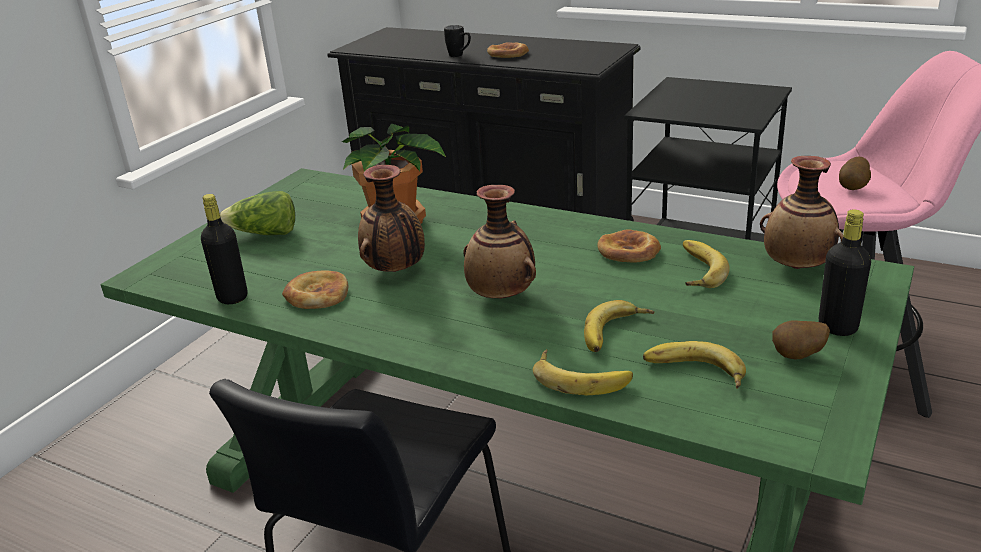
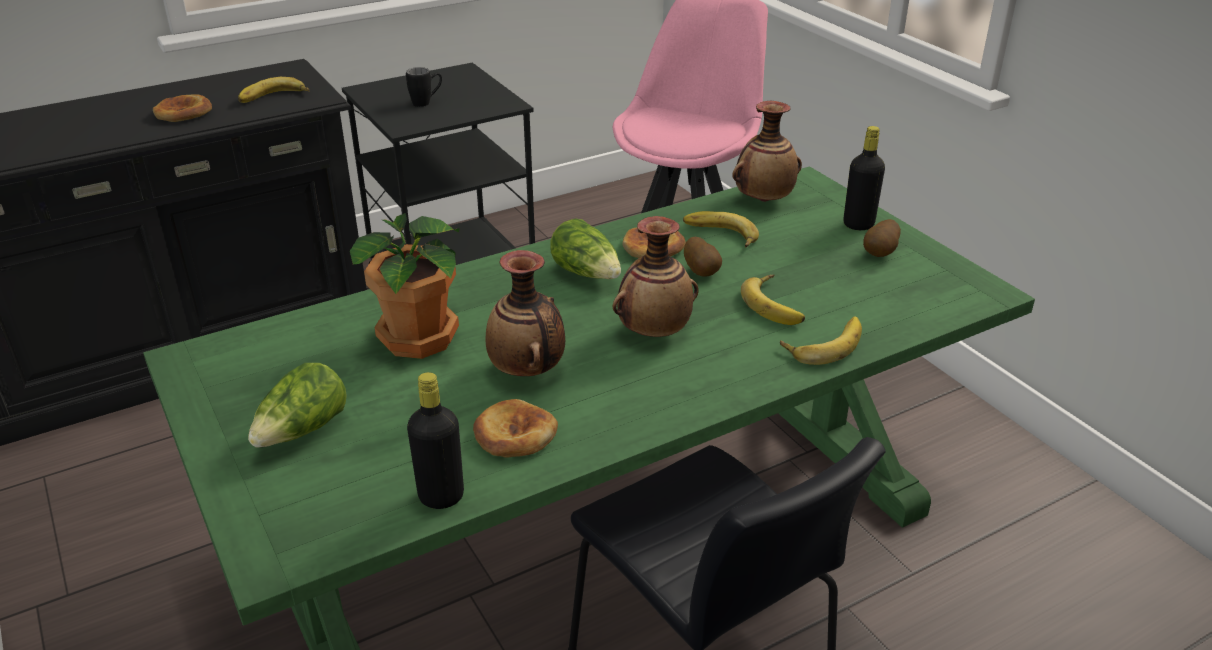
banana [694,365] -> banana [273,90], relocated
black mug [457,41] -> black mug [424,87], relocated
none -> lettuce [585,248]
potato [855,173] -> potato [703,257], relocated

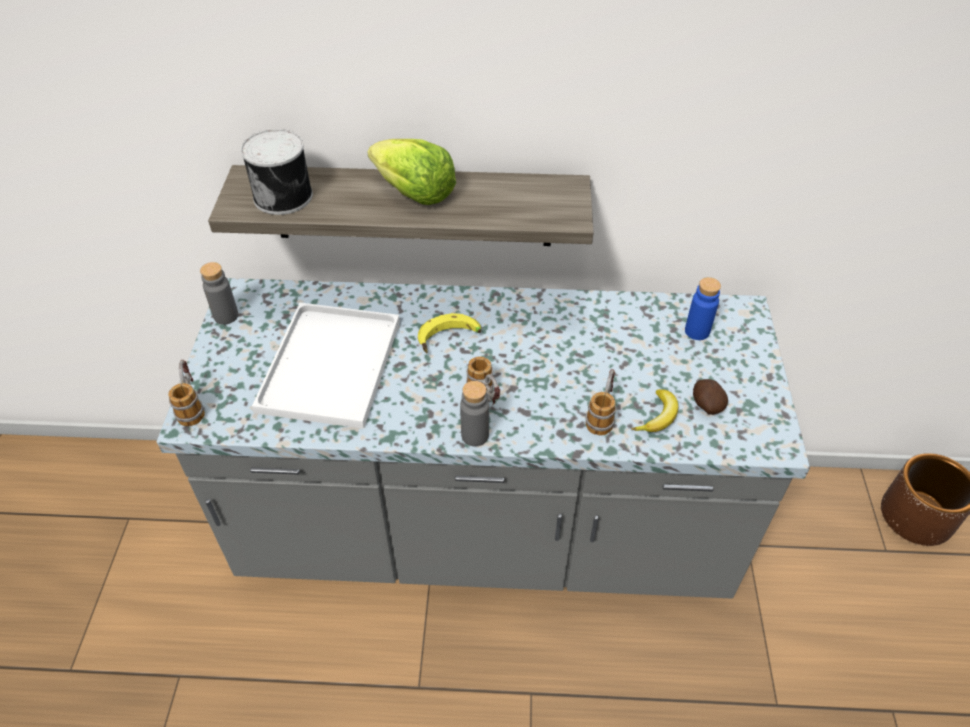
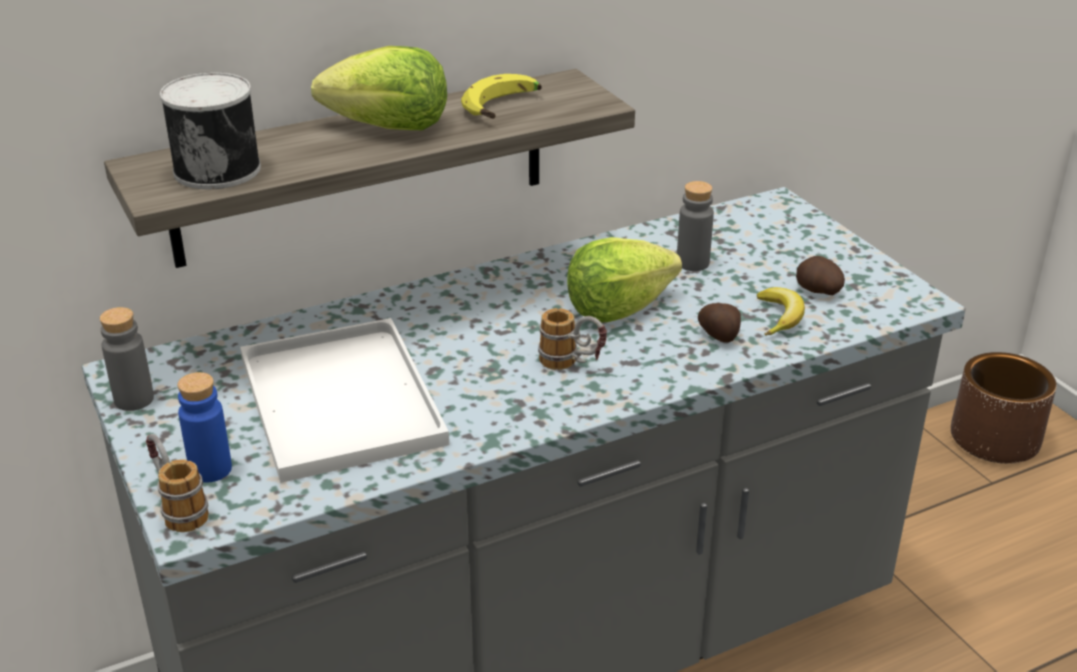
blue bottle [703,308] -> blue bottle [204,427], relocated
banana [449,333] -> banana [501,96], relocated
none -> lettuce [624,279]
grey bottle [474,413] -> grey bottle [695,226], relocated
mug [600,402] -> potato [719,322]

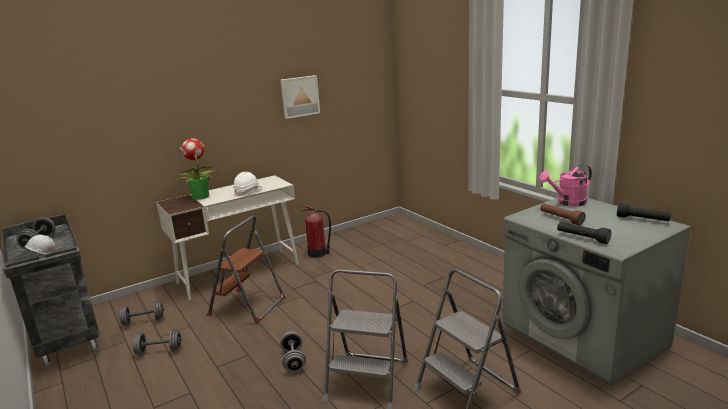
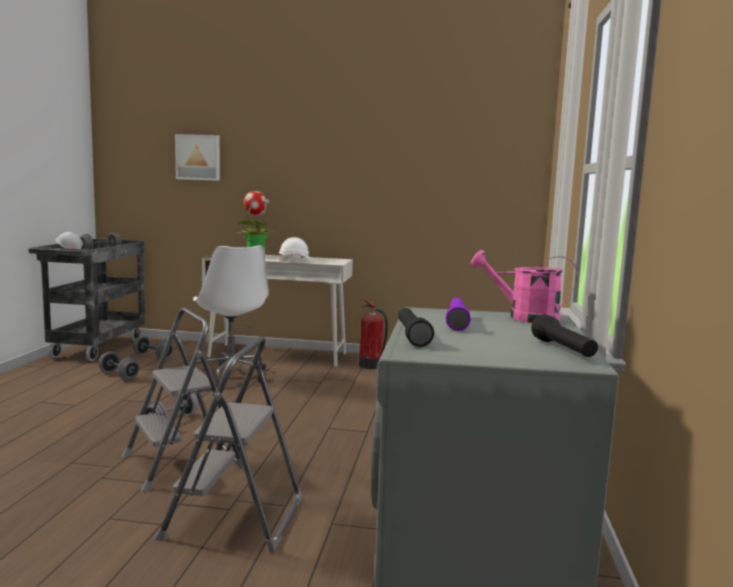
picture [300,97] -> picture [197,157], relocated
brown step ladder [245,269] -> white office chair [231,316]
brown flashlight [563,214] -> purple flashlight [458,314]

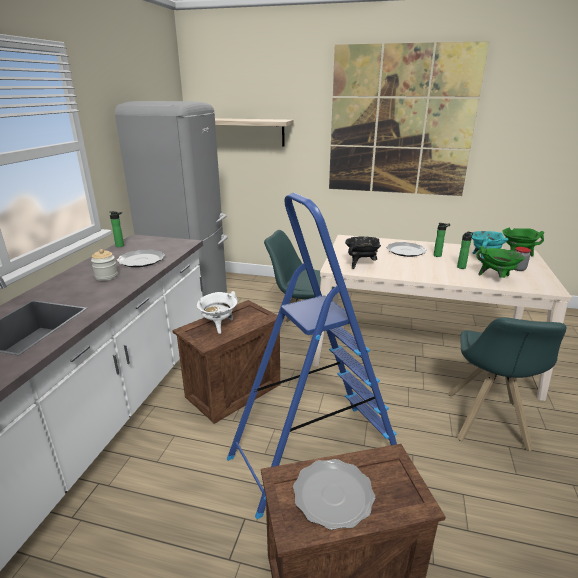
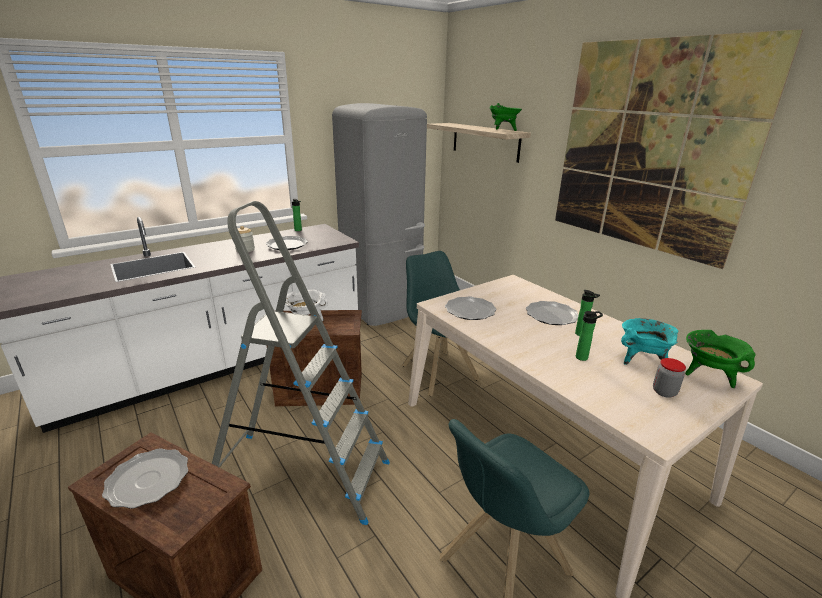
blue step ladder [312,356] -> grey step ladder [301,363]
black cooking pot [363,252] -> plate [471,308]
green cooking pot [500,262] -> green cooking pot [505,117], relocated

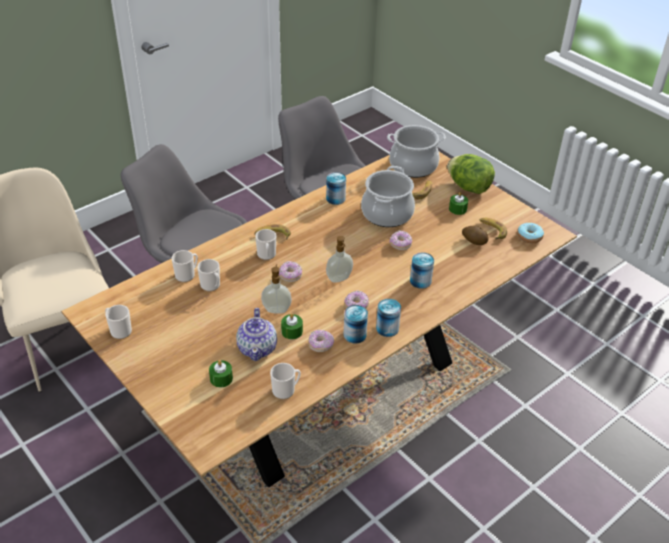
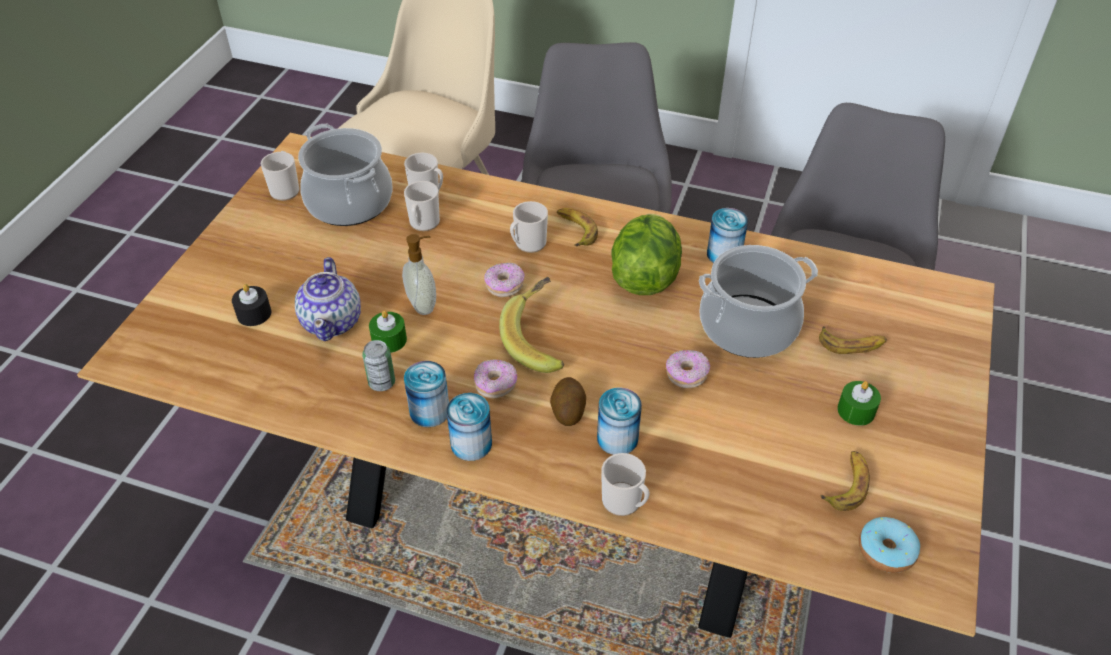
green candle [221,373] -> black candle [251,305]
teapot [256,334] -> teapot [328,299], 60 degrees counterclockwise
cooking pot [416,151] -> cooking pot [345,175], relocated
donut [321,341] -> can [378,365]
soap dispenser [339,259] -> banana [531,325]
potato [475,235] -> potato [568,401], relocated
mug [285,381] -> mug [625,484], relocated
lettuce [471,174] -> lettuce [647,254], relocated

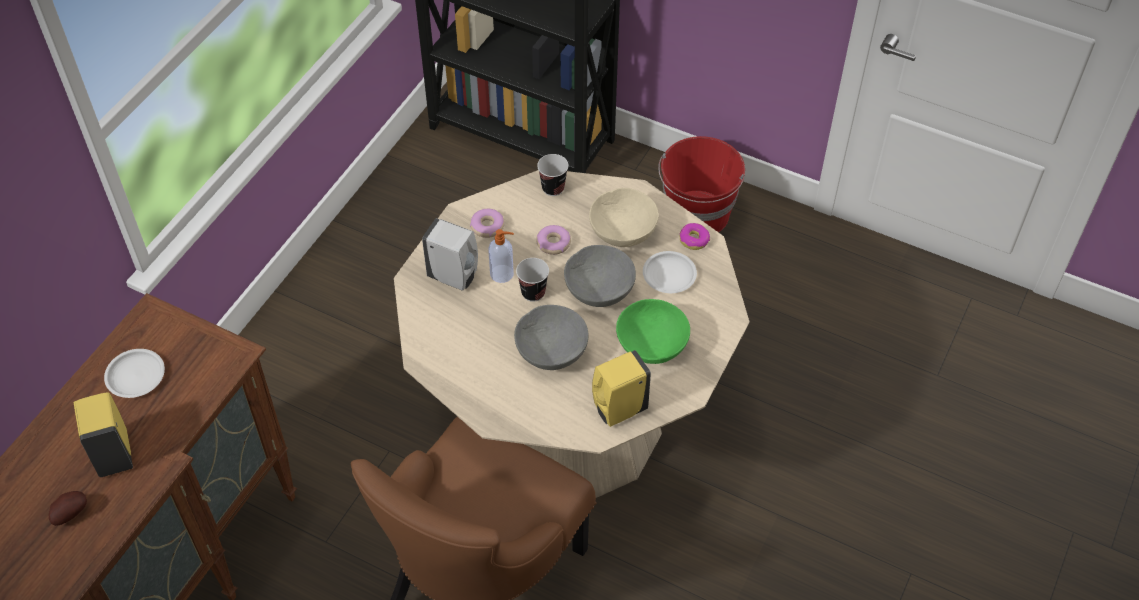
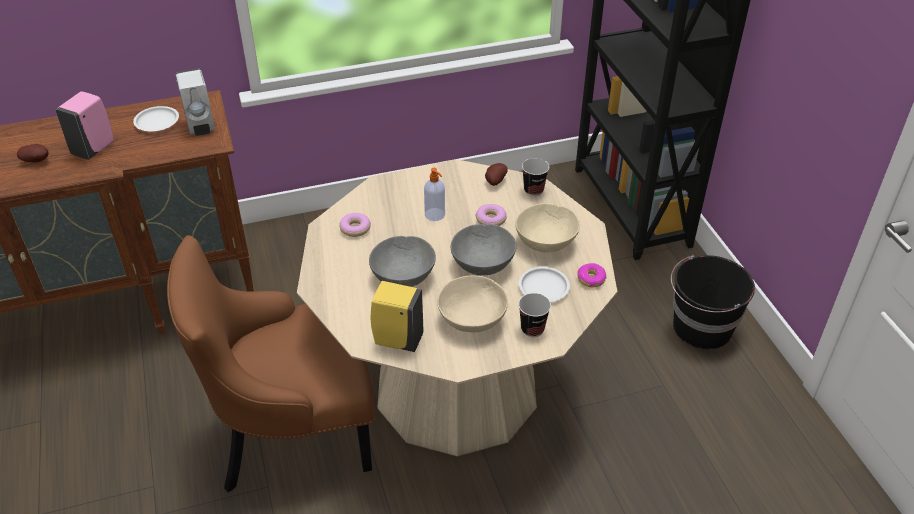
yellow soap dispenser [103,434] -> pink soap dispenser [84,125]
white soap dispenser [450,254] -> white soap dispenser [195,102], relocated
donut [487,223] -> donut [355,225], relocated
green bowl [653,331] -> beige bowl [472,304]
none -> potato [496,174]
cup [532,280] -> cup [534,315], relocated
red bucket [701,184] -> black bucket [713,302]

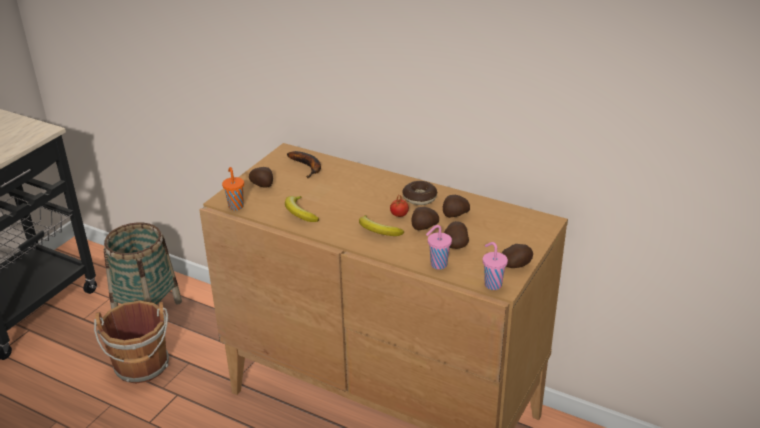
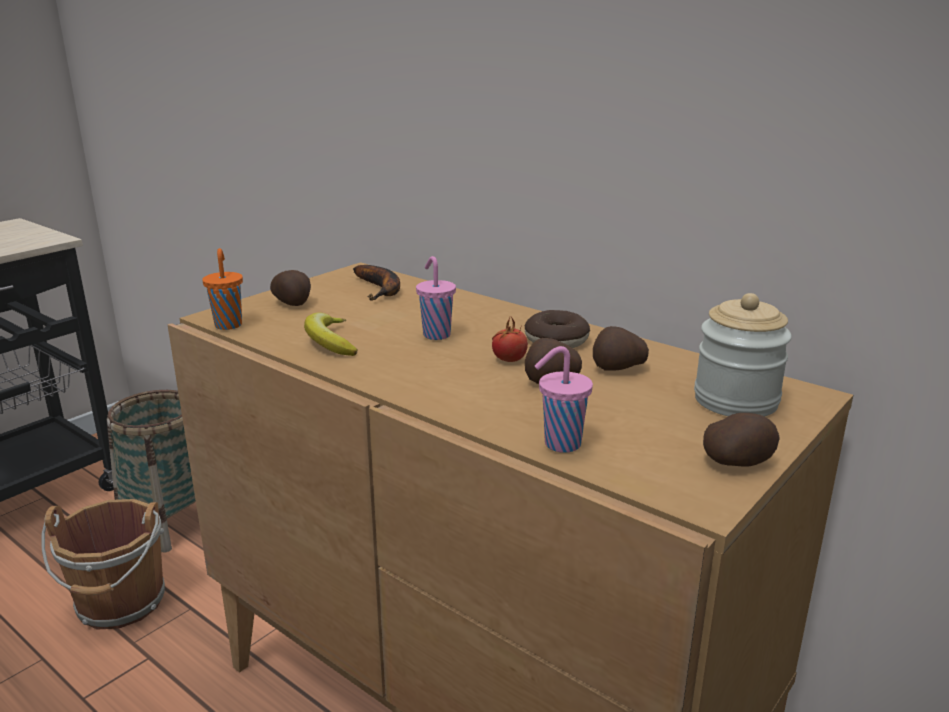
pink cup [495,266] -> pink cup [436,298], relocated
none -> jar [743,355]
banana [381,225] -> none
potato [456,235] -> none

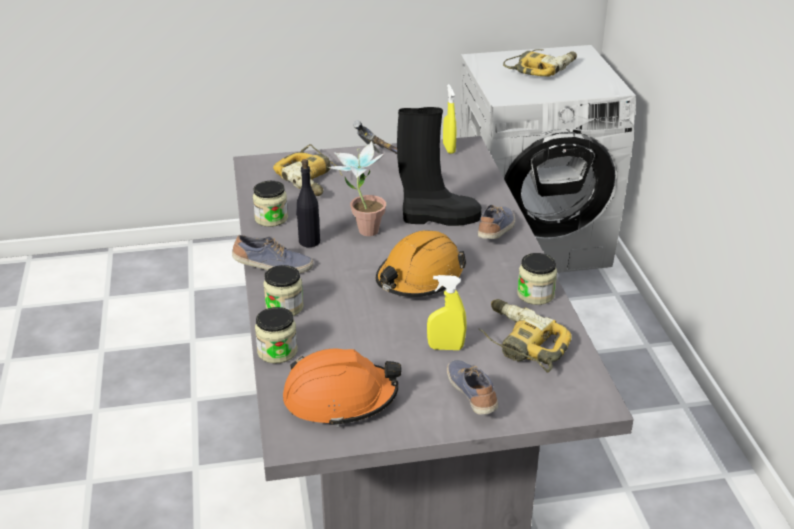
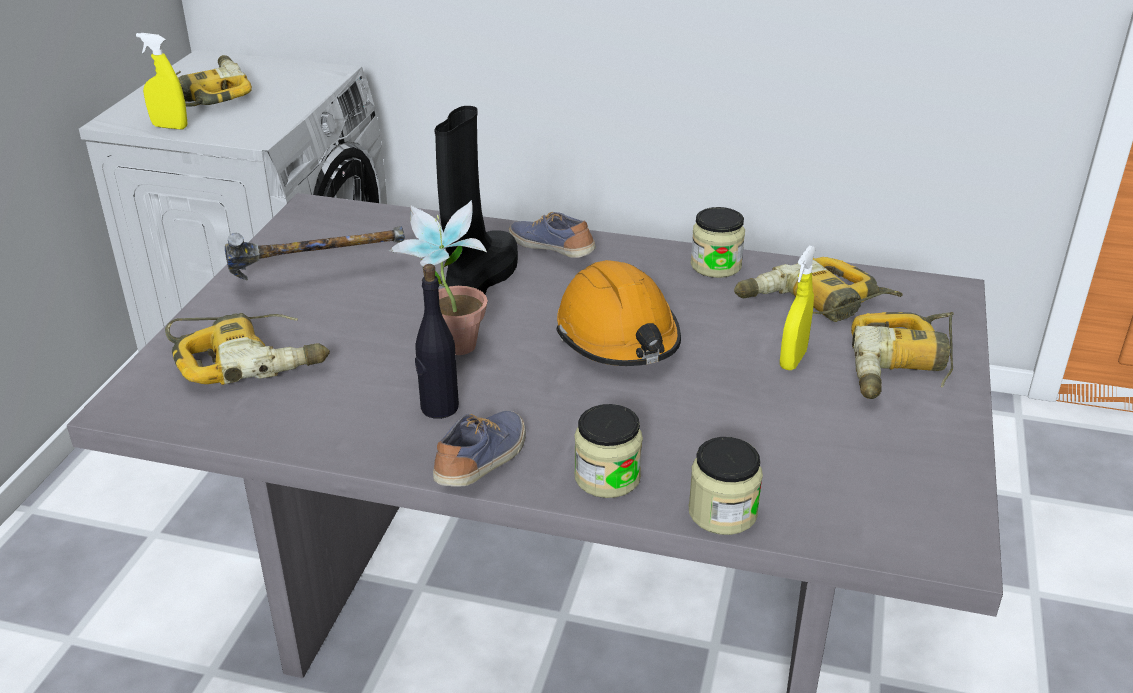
yellow spray bottle [449,119] -> yellow spray bottle [162,81], relocated
shoe [472,387] -> power drill [902,355]
jar [270,204] -> none
orange hard hat [342,387] -> none

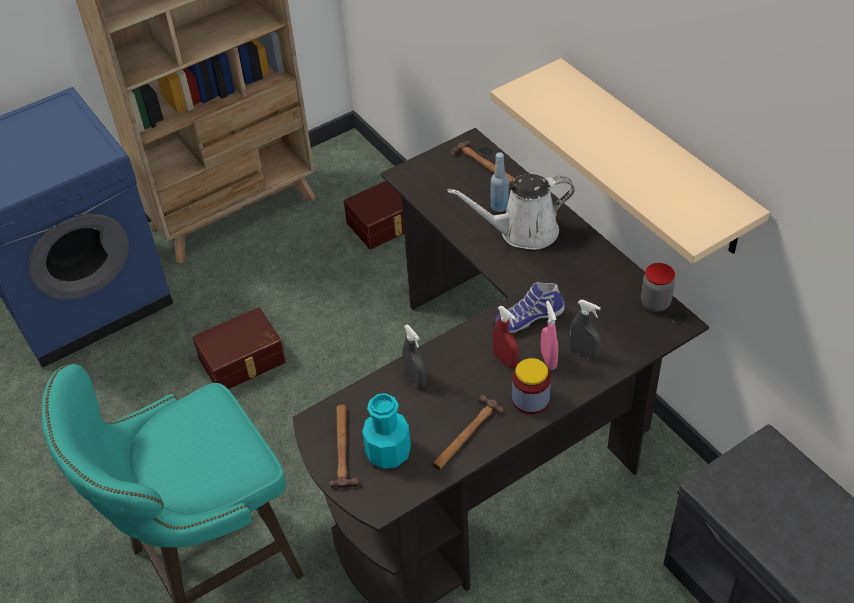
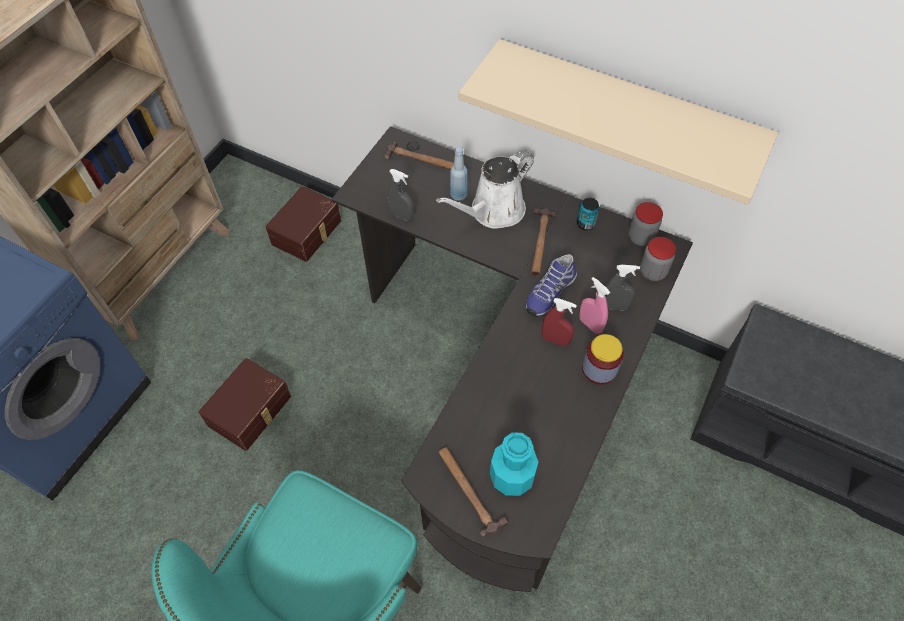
grey spray bottle [414,356] -> grey spray bottle [401,195], relocated
hammer [468,432] -> hammer [543,242], relocated
none -> can [588,214]
none -> jar [658,259]

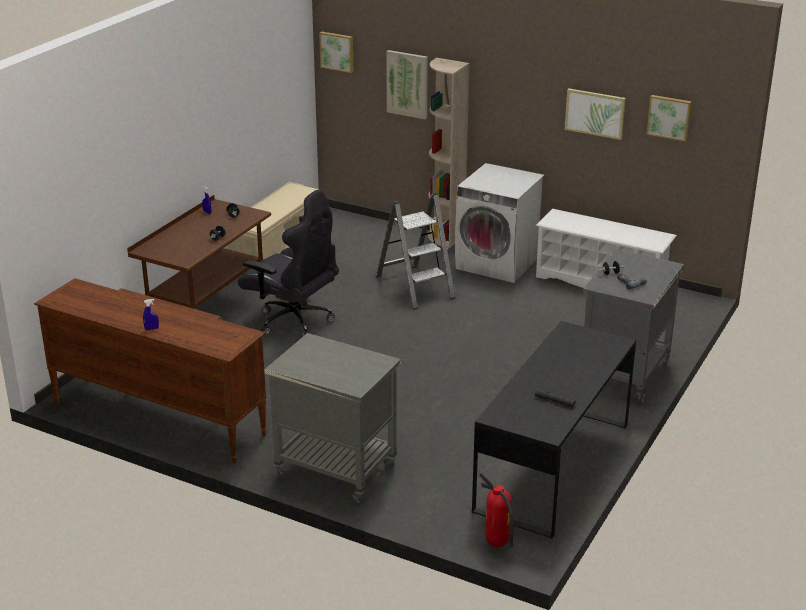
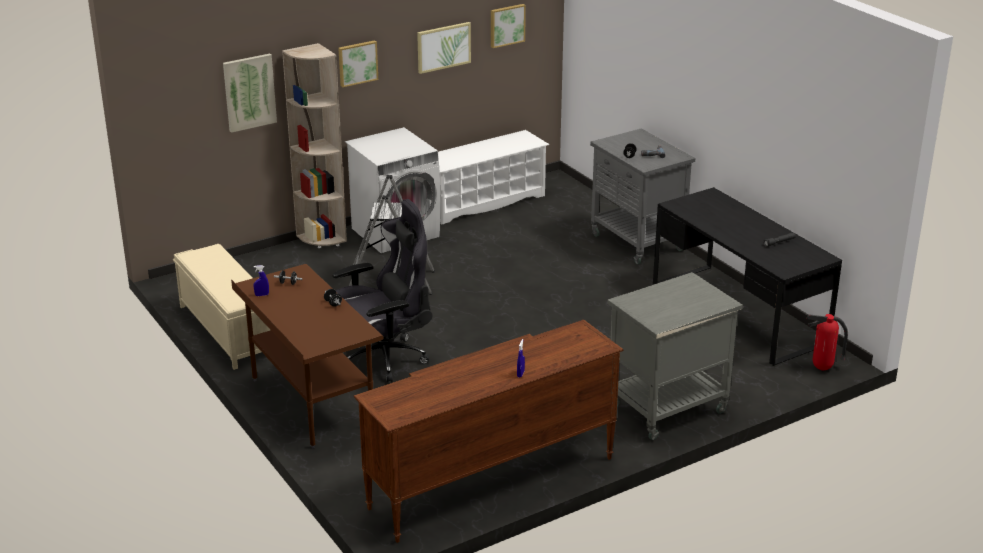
picture [336,52] -> picture [358,63], relocated

